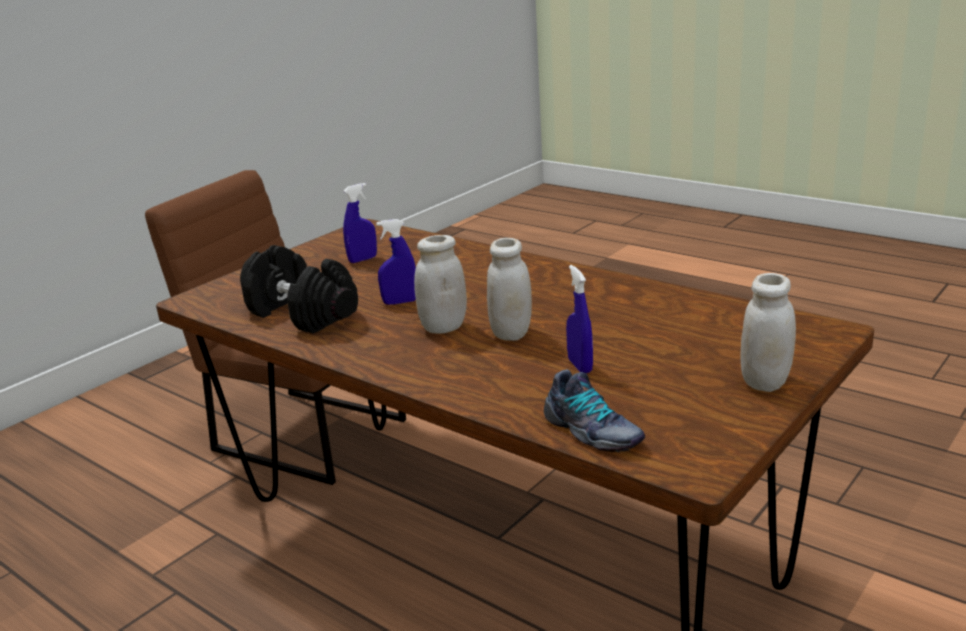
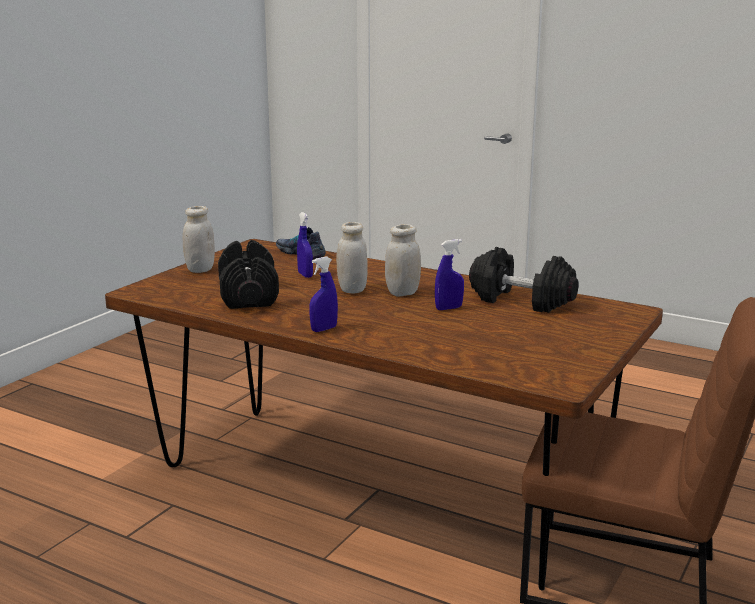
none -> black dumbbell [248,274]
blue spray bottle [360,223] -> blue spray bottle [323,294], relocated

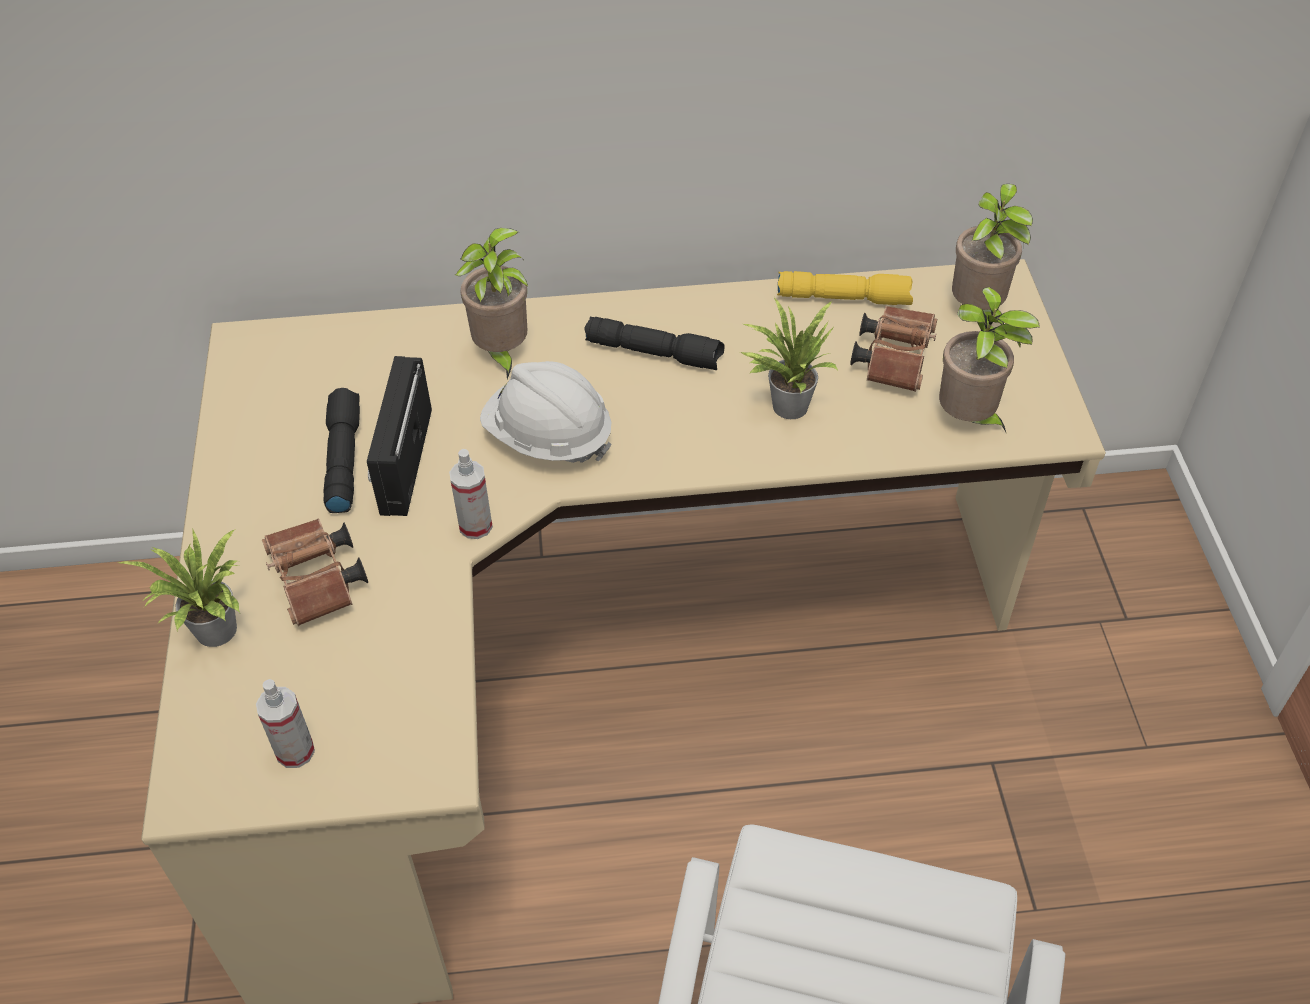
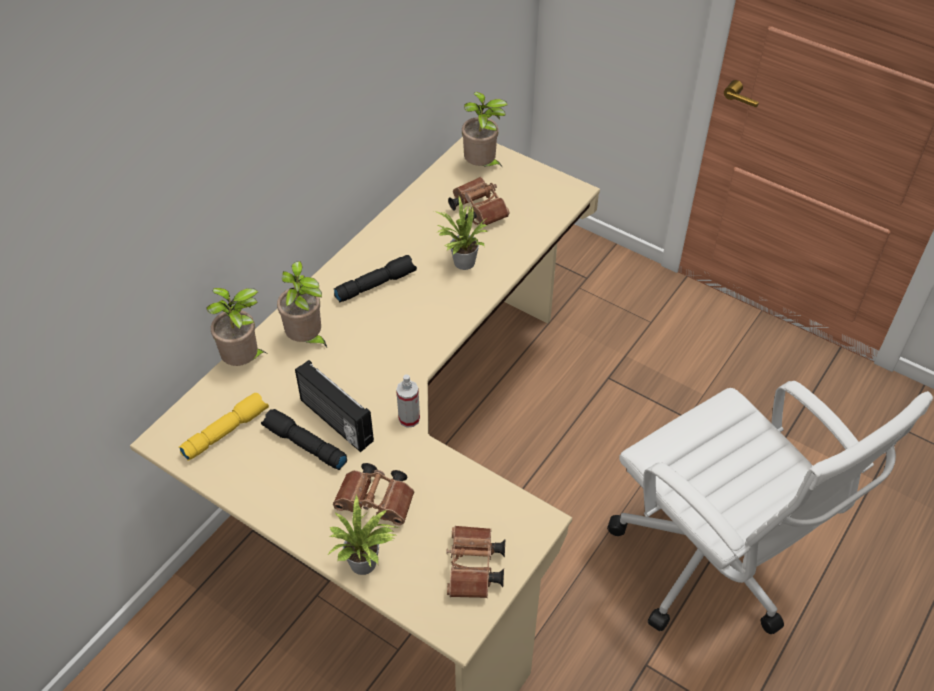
yellow flashlight [845,288] -> yellow flashlight [224,427], relocated
potted plant [989,360] -> potted plant [238,327], relocated
spray bottle [285,723] -> brown binoculars [476,562]
white hard hat [546,412] -> none

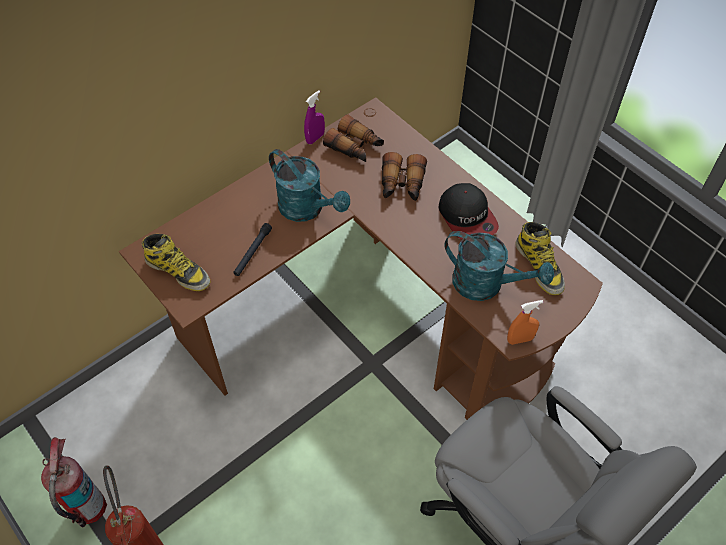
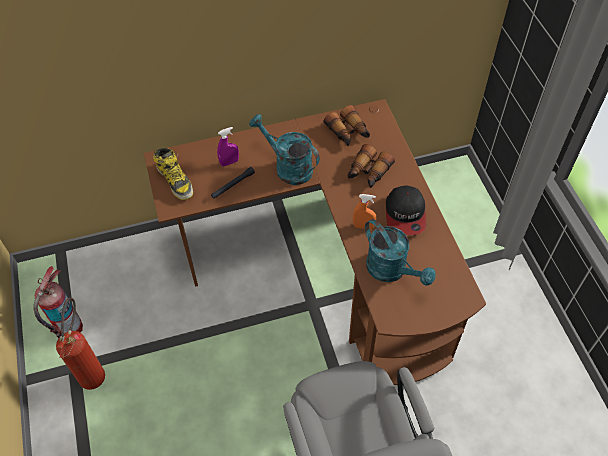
purple spray bottle [314,117] -> purple spray bottle [228,146], relocated
turquoise watering can [309,185] -> turquoise watering can [284,149], 150 degrees clockwise
orange spray bottle [525,322] -> orange spray bottle [364,211], relocated
boot [540,258] -> none

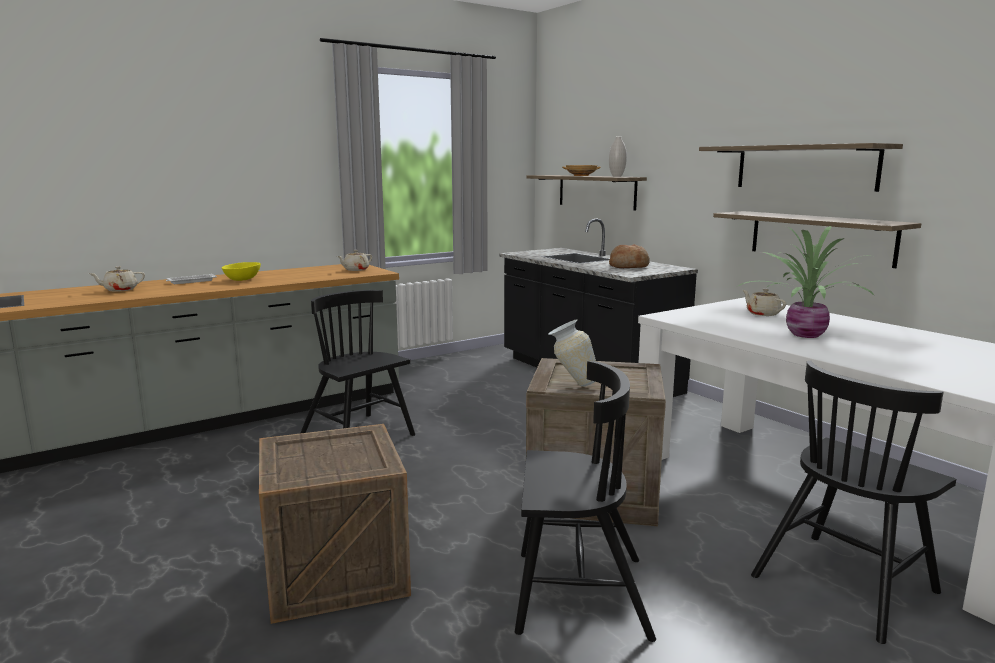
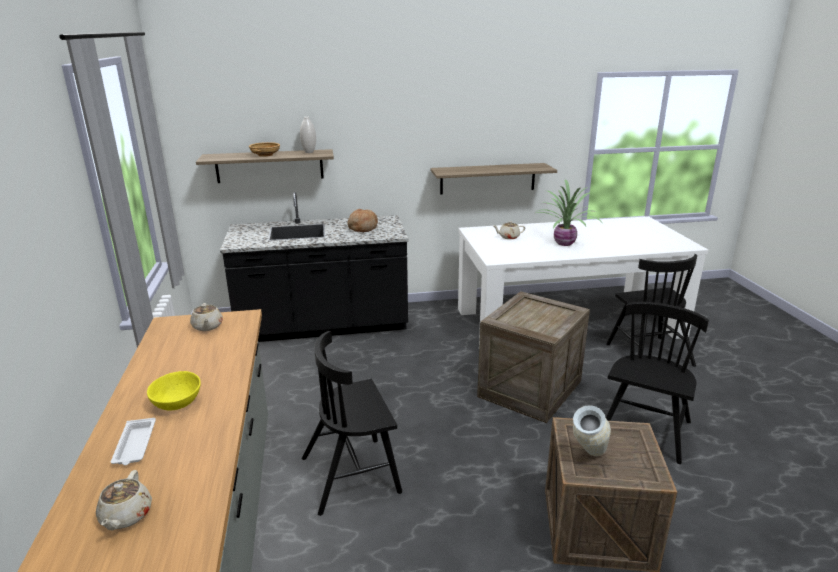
vase [572,353] -> vase [592,430], relocated
shelf [801,167] -> none

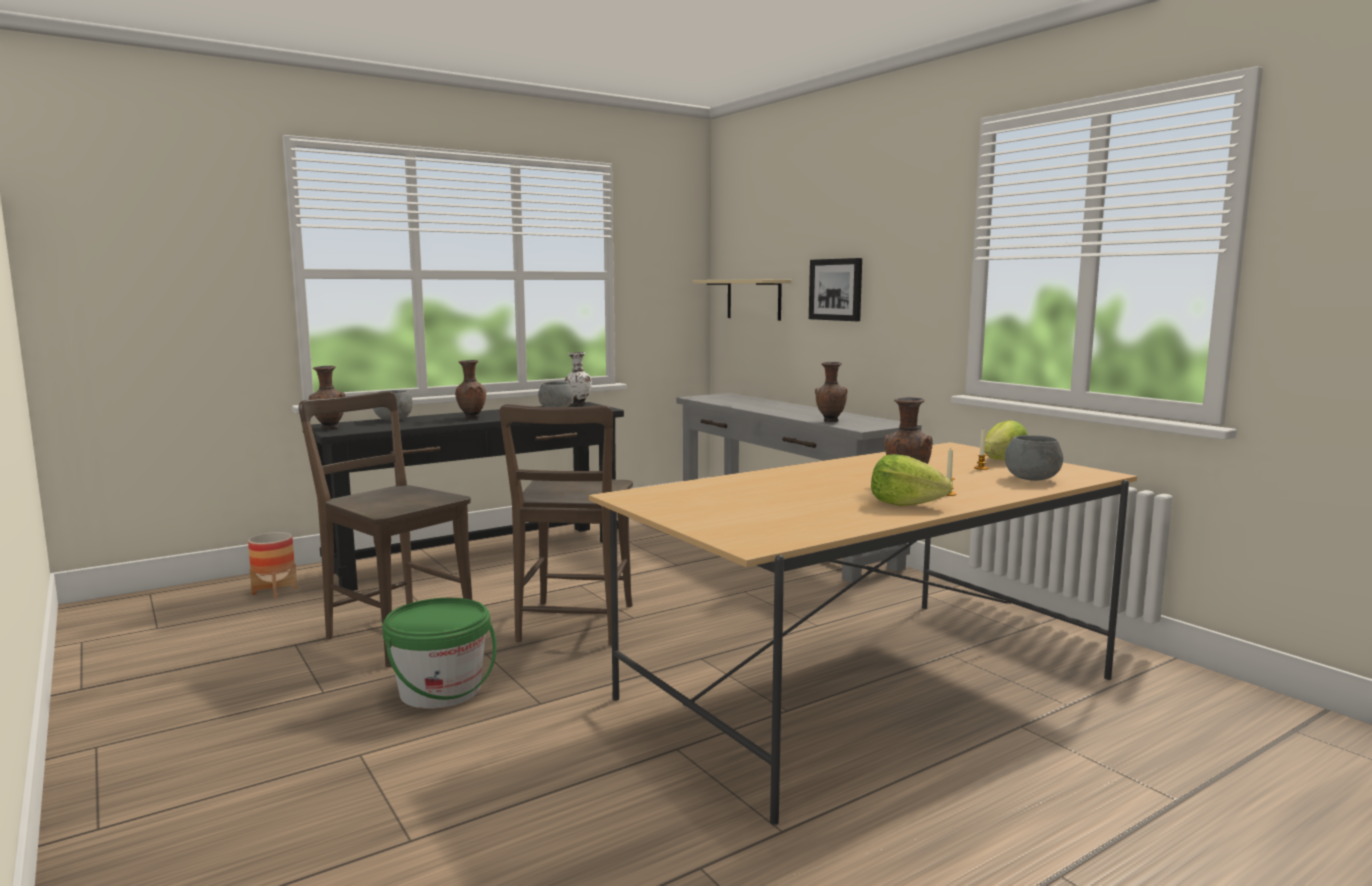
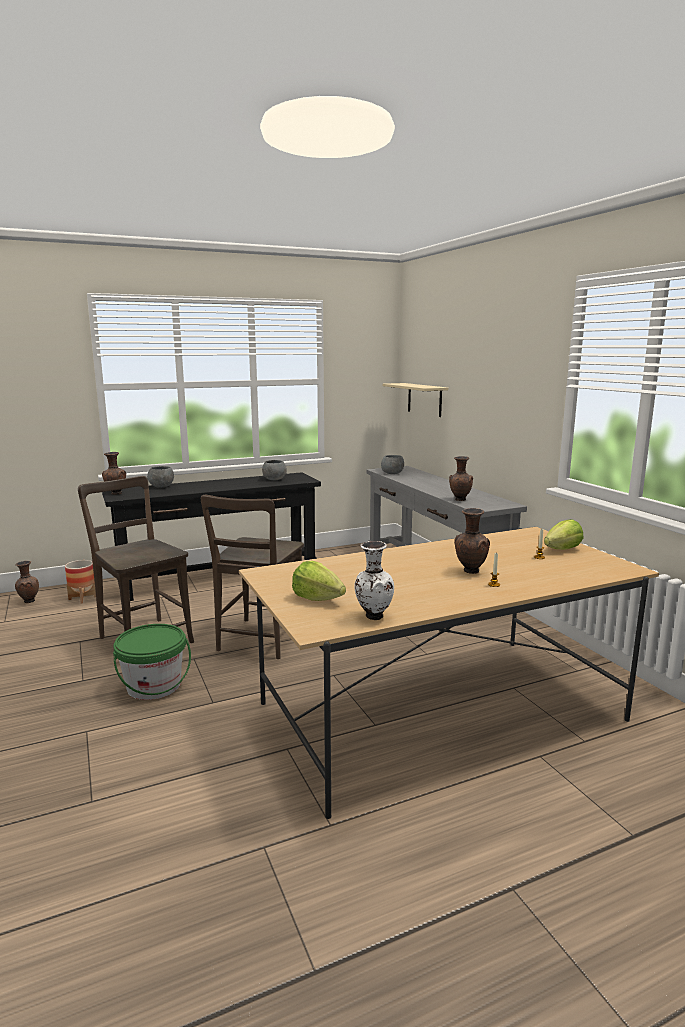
brown vase [470,389] -> brown vase [27,582], relocated
lettuce [912,480] -> lettuce [319,581], relocated
white vase [578,378] -> white vase [374,580], relocated
grey bowl [1034,458] -> grey bowl [392,464], relocated
picture [835,289] -> none

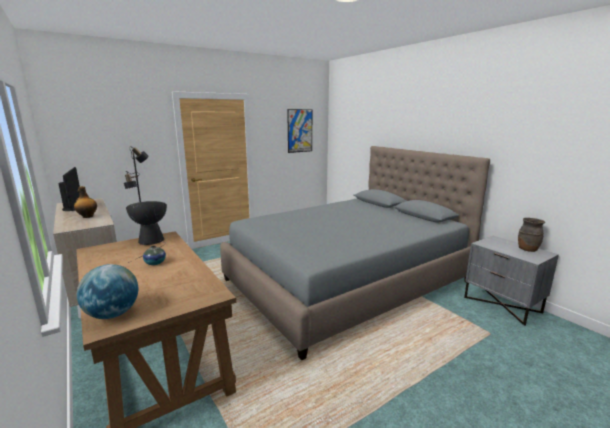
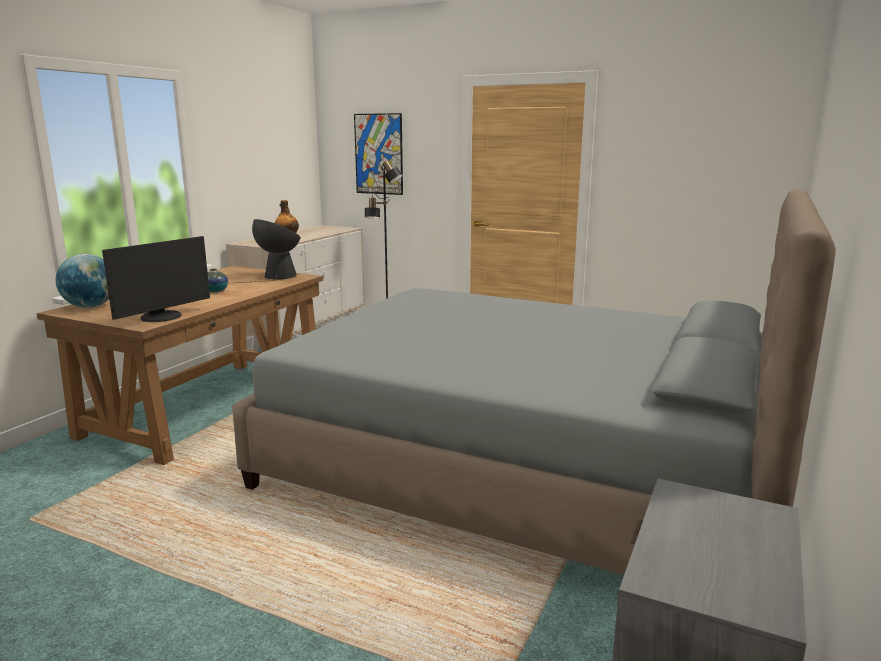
monitor [69,189] -> monitor [156,279], relocated
picture [299,131] -> picture [378,154], relocated
brown vase [531,235] -> none

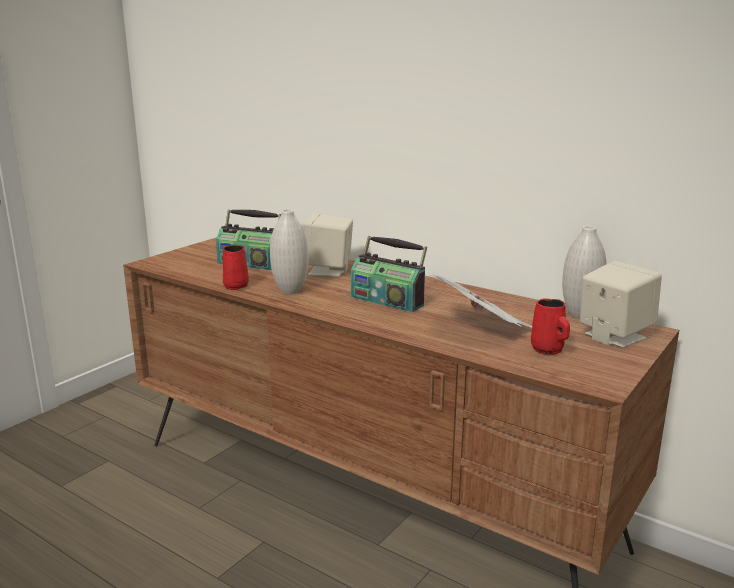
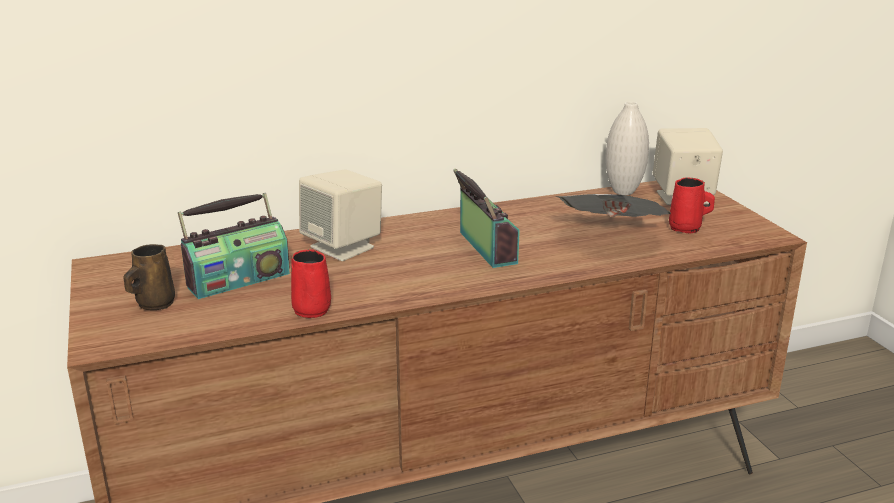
none -> brown mug [149,277]
radio [389,274] -> radio [486,218], 90 degrees counterclockwise
white vase [289,251] -> none

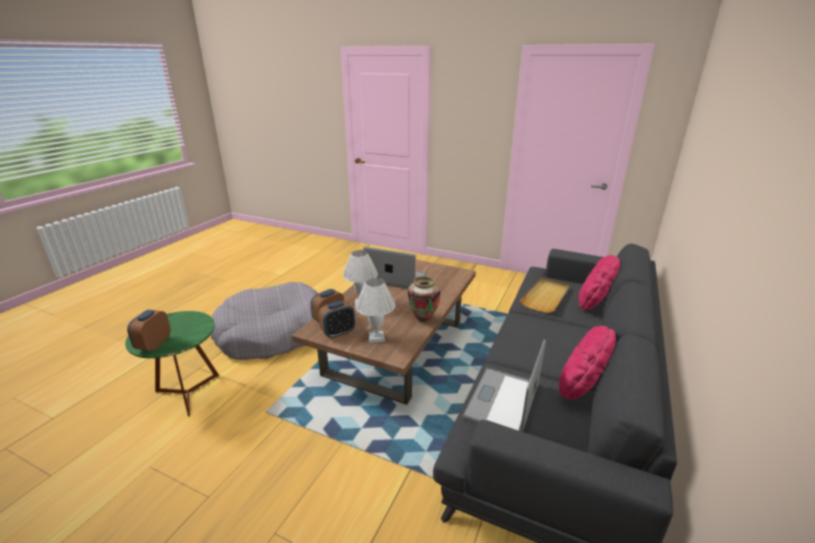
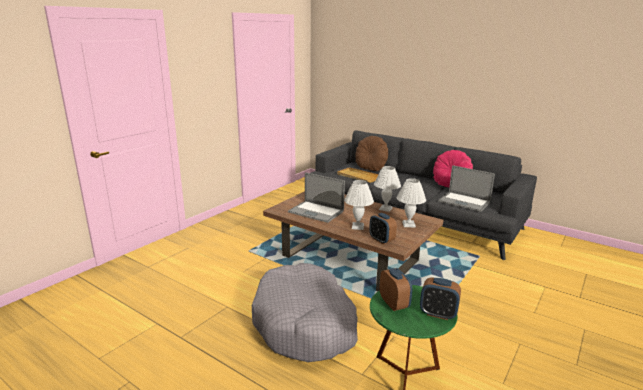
laptop [395,267] -> laptop [316,197], 90 degrees counterclockwise
pink pillow [599,282] -> brown pillow [371,153]
vase [424,299] -> white table lamp [387,189]
alarm clock [337,320] -> alarm clock [396,289], relocated

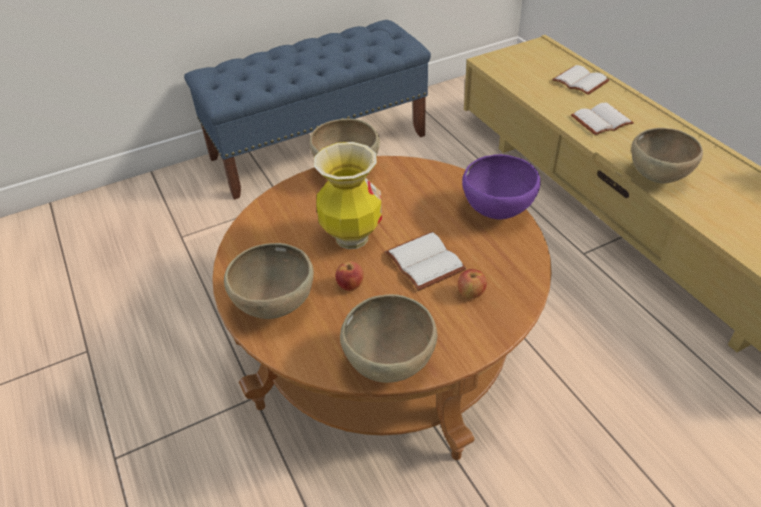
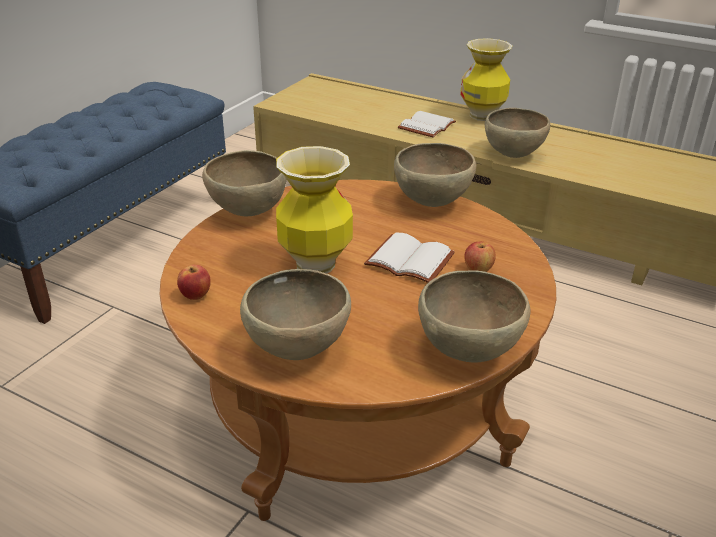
apple [349,276] -> apple [194,282], relocated
purple bowl [501,186] -> brown bowl [435,175]
none -> vase [486,79]
white book [580,80] -> none

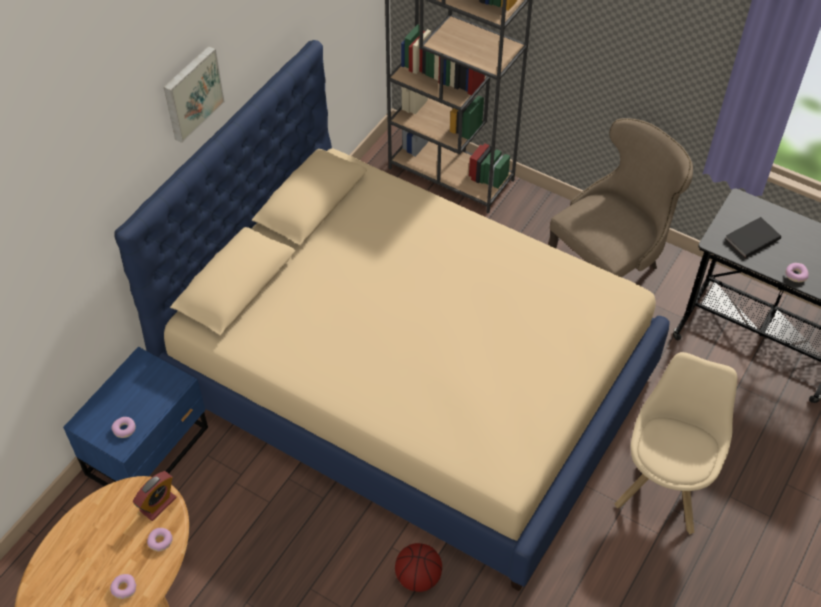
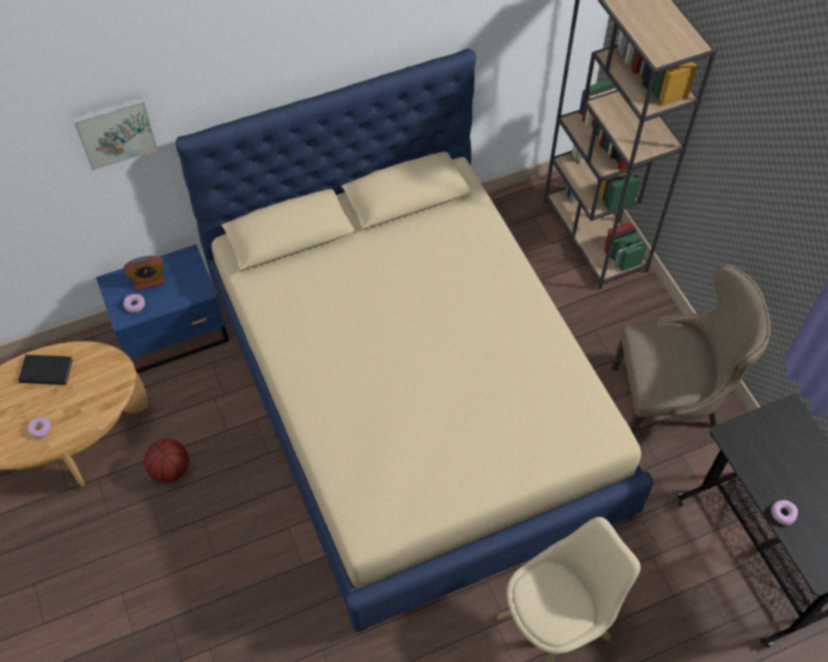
black book [753,237] -> black book [45,370], relocated
picture [194,94] -> picture [115,133], relocated
alarm clock [154,496] -> alarm clock [144,273], relocated
basketball [418,567] -> basketball [166,461], relocated
donut [160,539] -> none

